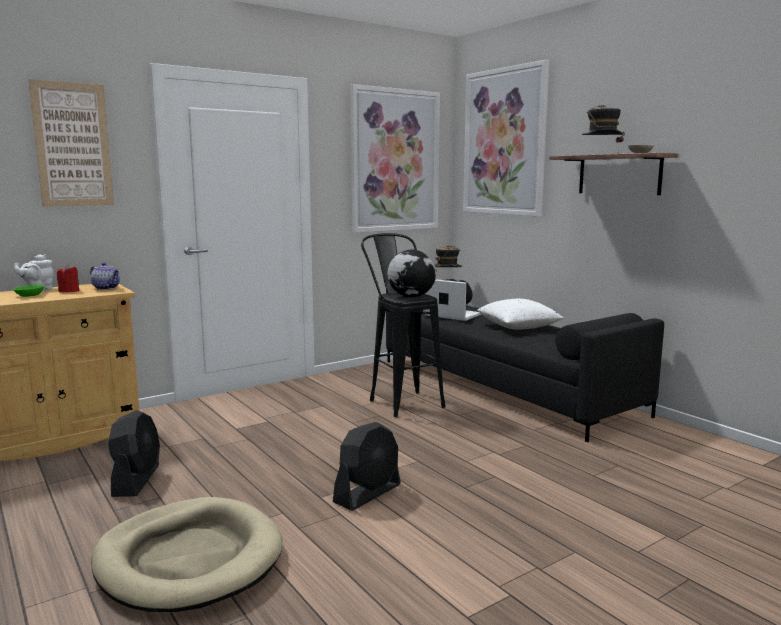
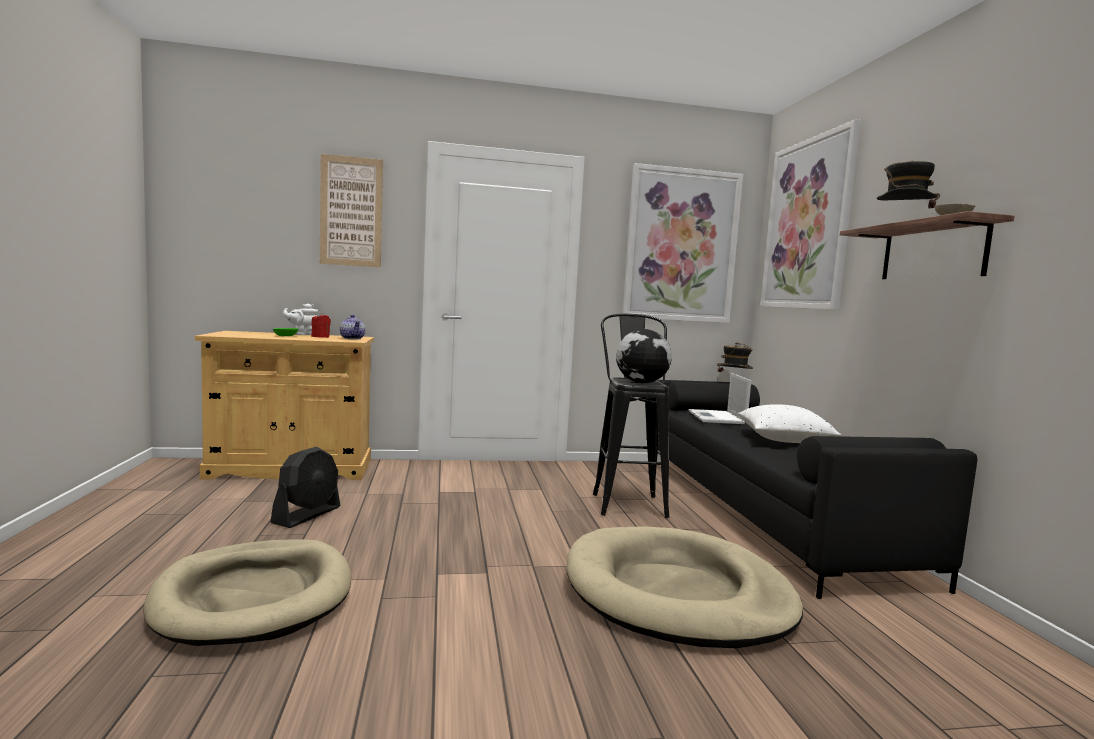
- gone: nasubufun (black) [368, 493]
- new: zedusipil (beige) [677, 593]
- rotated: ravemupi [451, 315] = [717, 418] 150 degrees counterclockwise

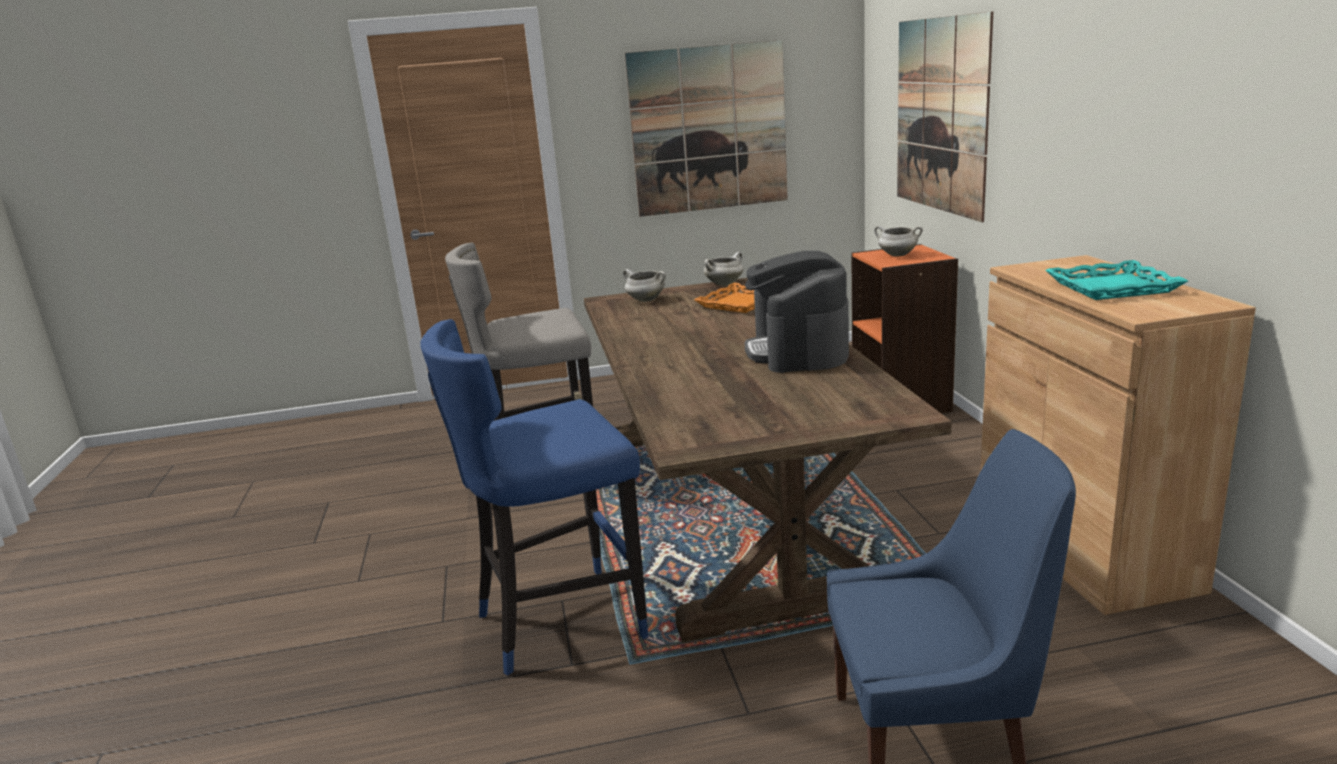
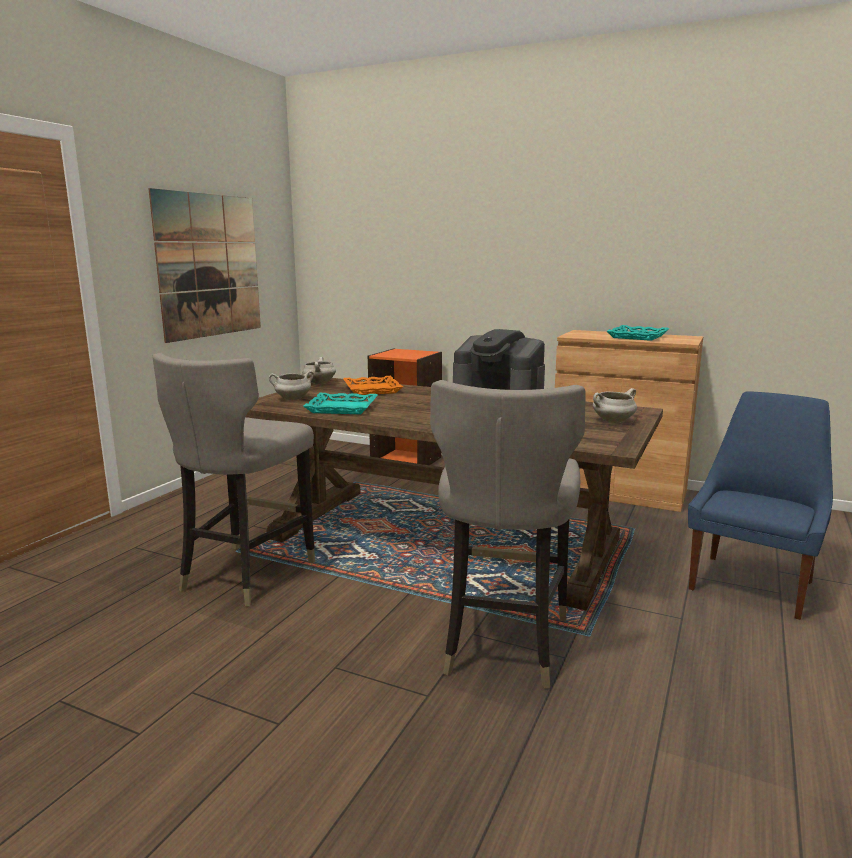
- gone: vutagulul [941, 115]
- new: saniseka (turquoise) [342, 408]
- shifted: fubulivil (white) [897, 255] to [613, 421]
- repainted: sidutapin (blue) [559, 622] to sidutapin (grey) [501, 644]

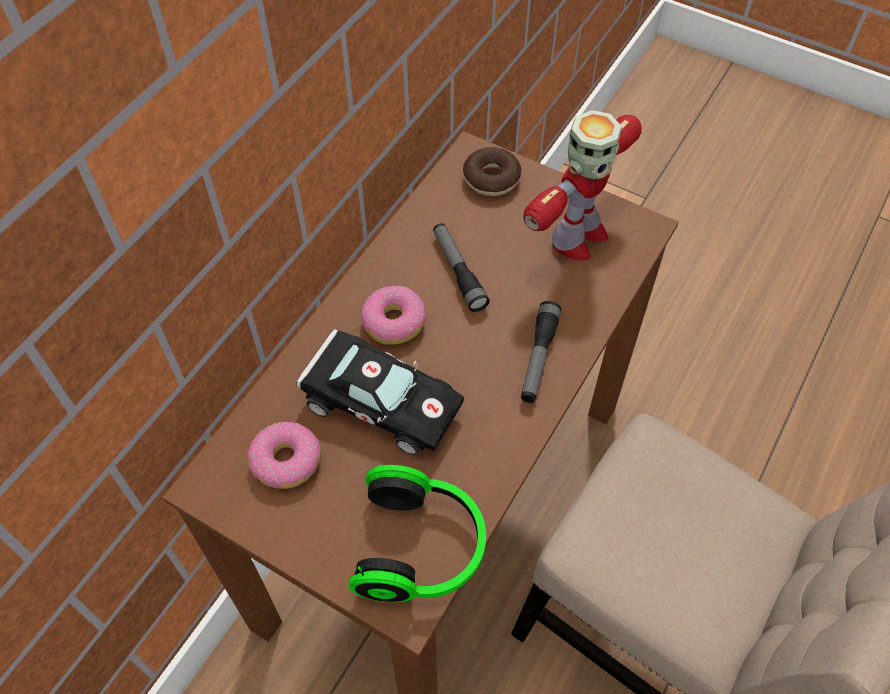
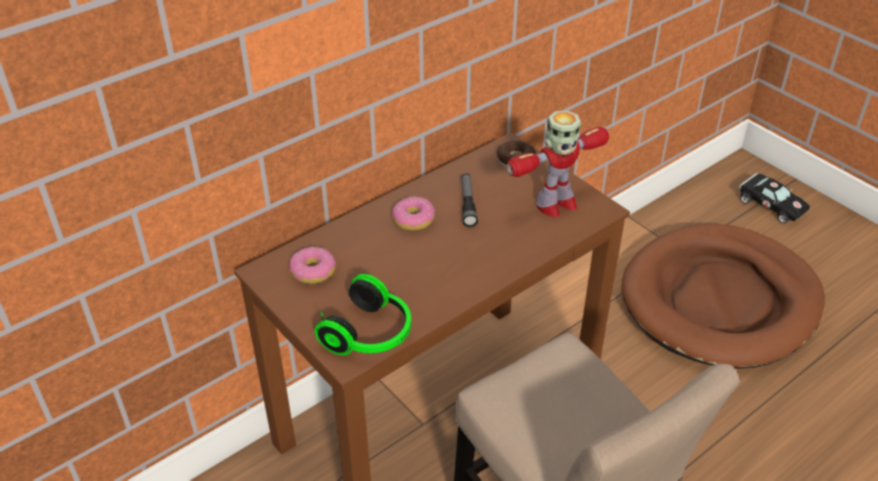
- gone: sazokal [538, 358]
- new: zedusipil (brown) [720, 301]
- shifted: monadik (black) [376, 401] to [769, 204]

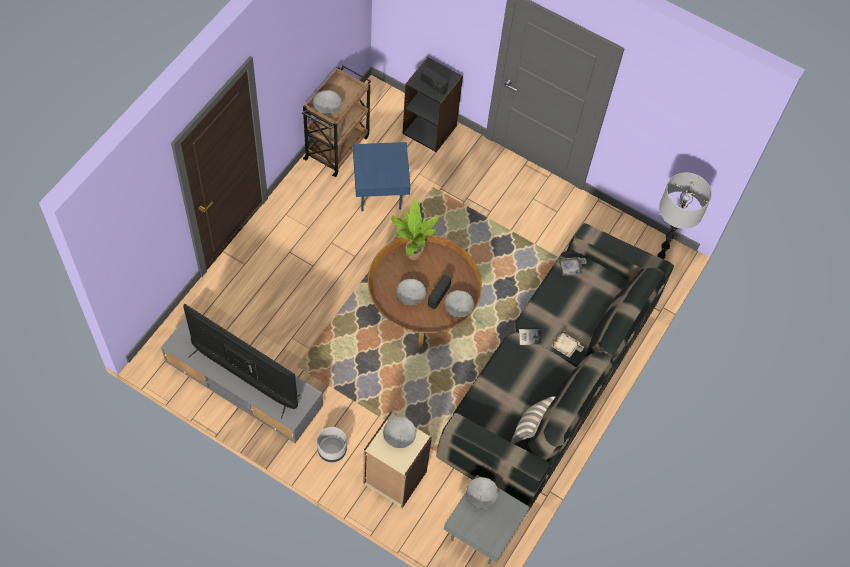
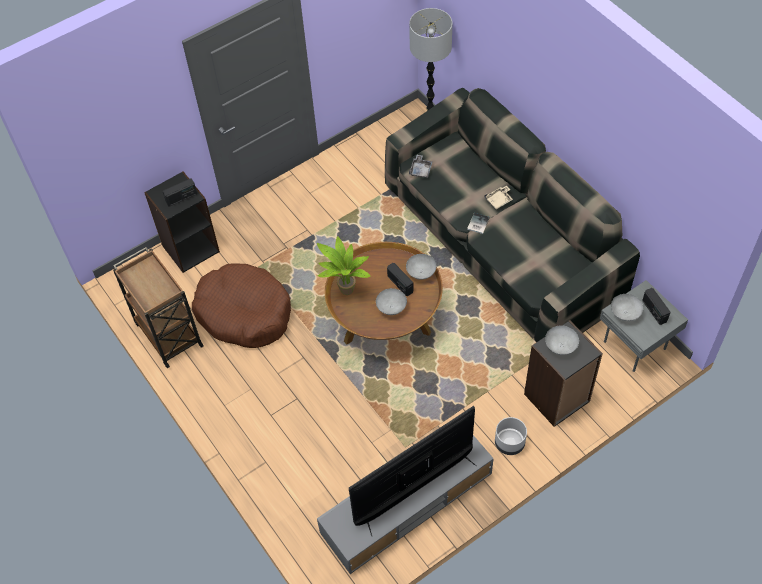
- gone: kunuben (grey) [327, 108]
- gone: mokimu [530, 429]
- new: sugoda [654, 311]
- swapped: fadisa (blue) [381, 194] to zedusipil (brown) [244, 313]
- repainted: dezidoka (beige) [394, 478] to dezidoka (black) [557, 398]

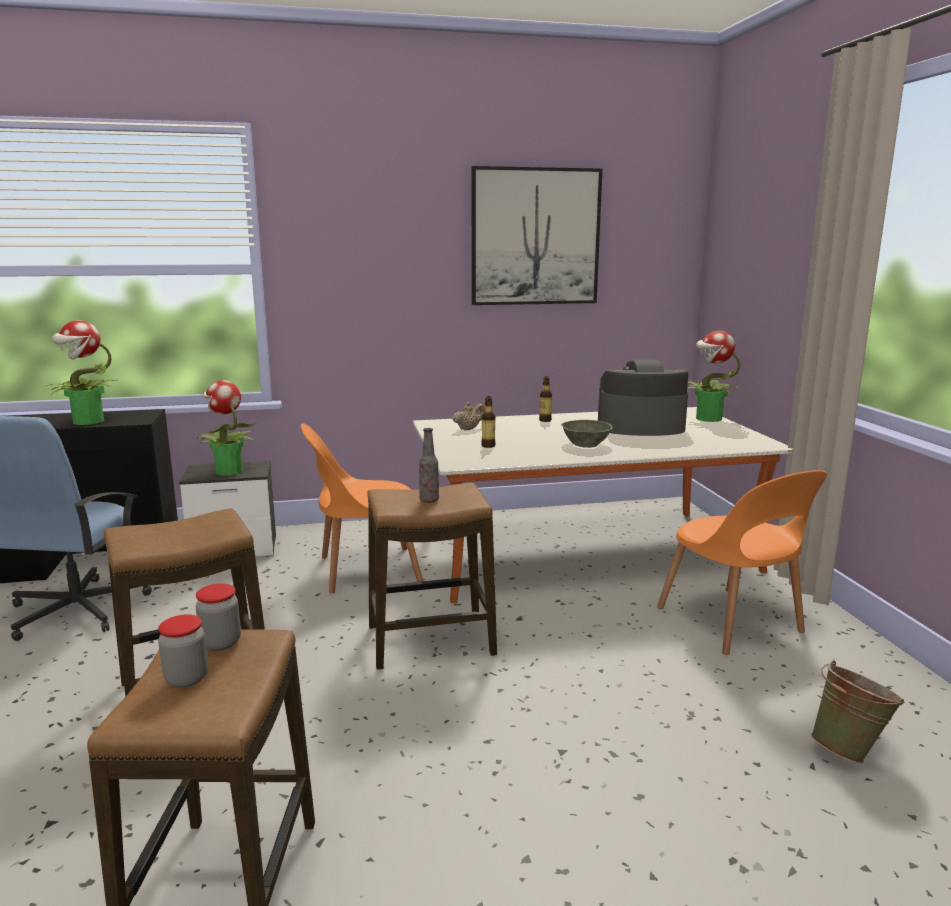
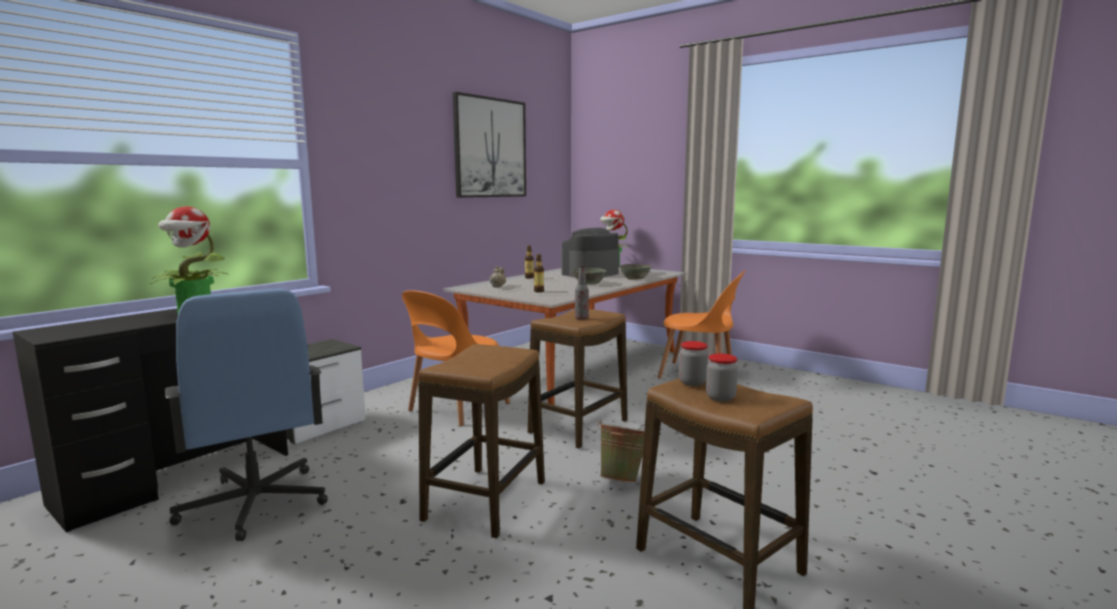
- gone: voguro [228, 471]
- new: kunuben (grey) [634, 278]
- shifted: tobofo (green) [849, 751] to [622, 479]

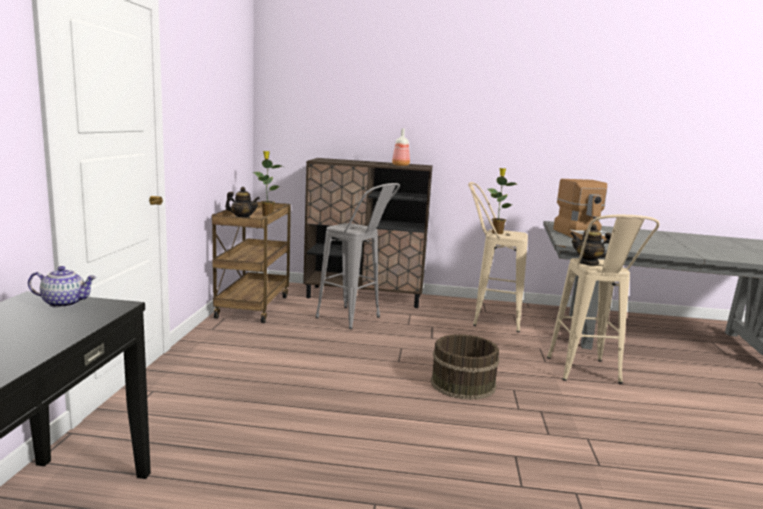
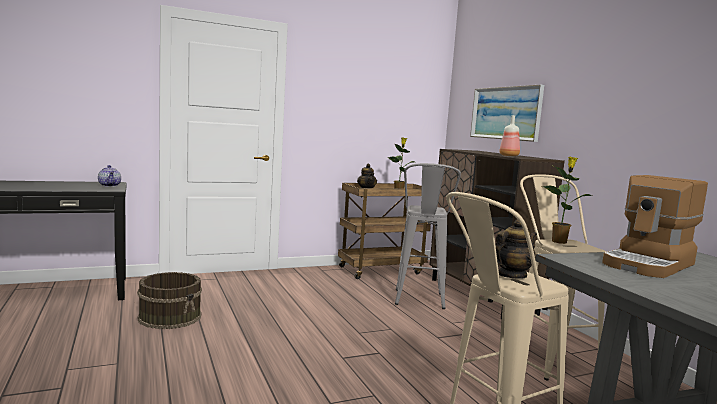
- new: vutagulul [505, 113]
- shifted: tobofo (brown) [462, 383] to [170, 317]
- rotated: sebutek [588, 263] = [511, 275] 60 degrees clockwise

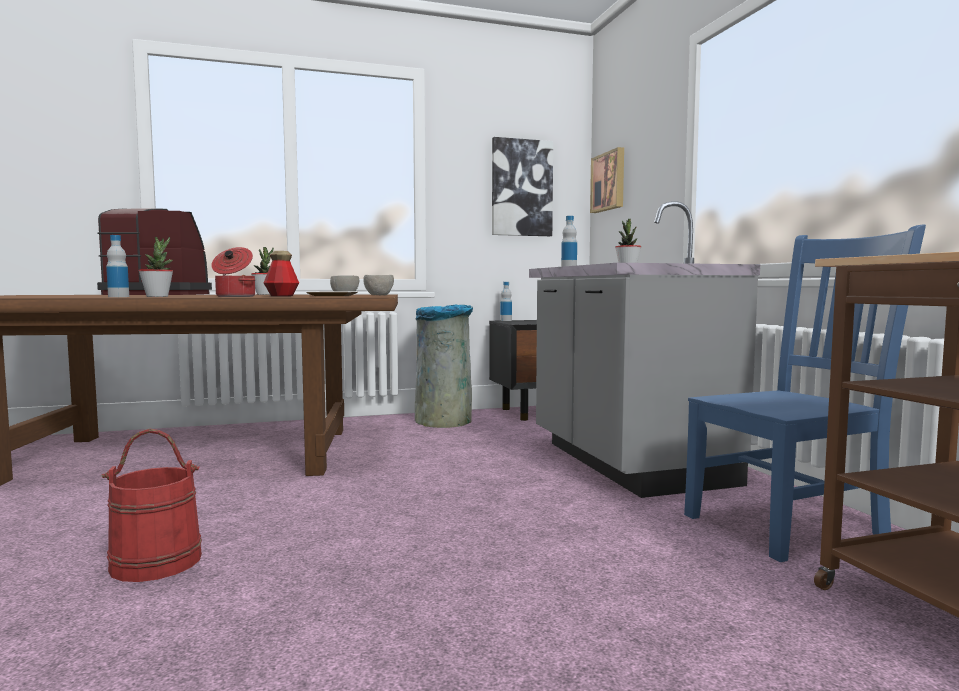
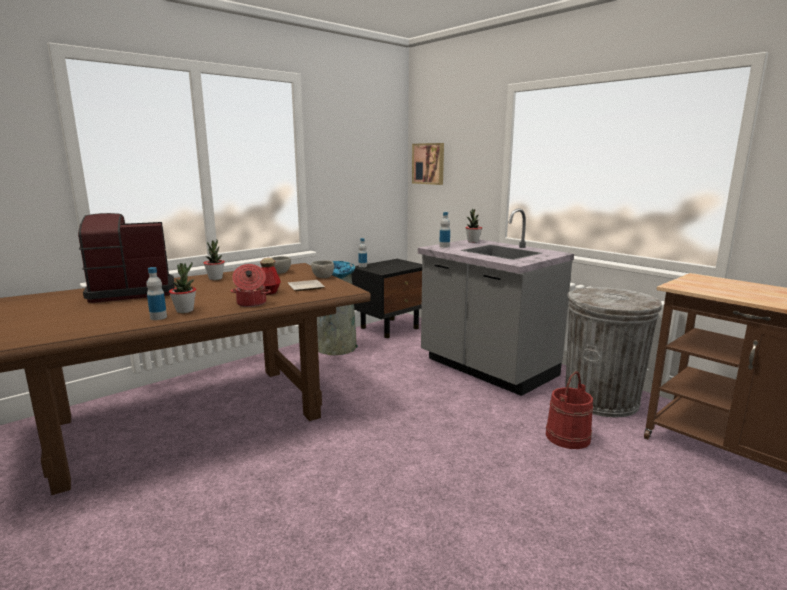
- gone: vutagulul [521, 188]
- shifted: tobofo (red) [156, 562] to [567, 436]
- swapped: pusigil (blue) [789, 524] to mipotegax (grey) [601, 400]

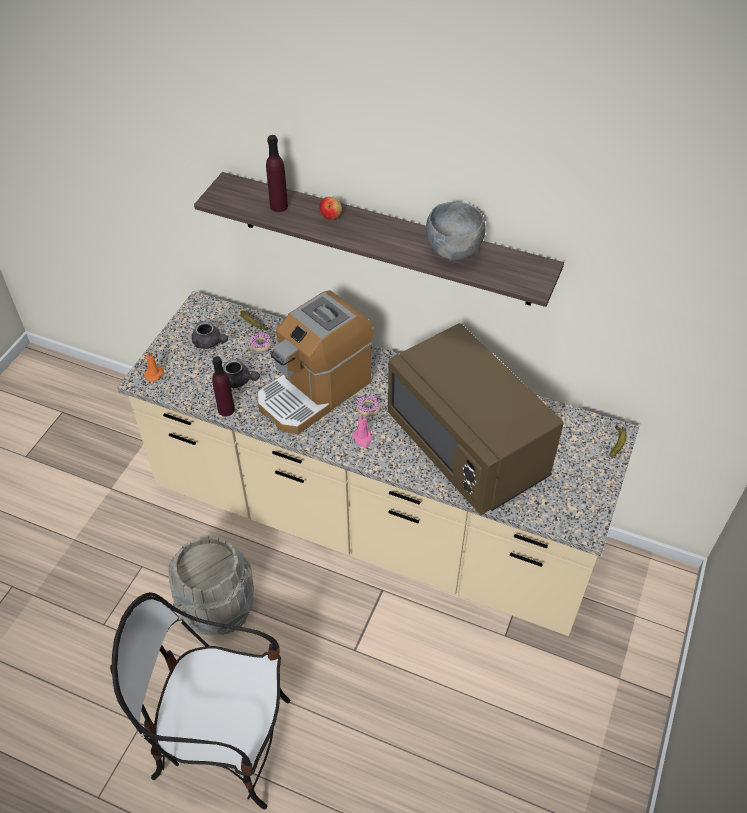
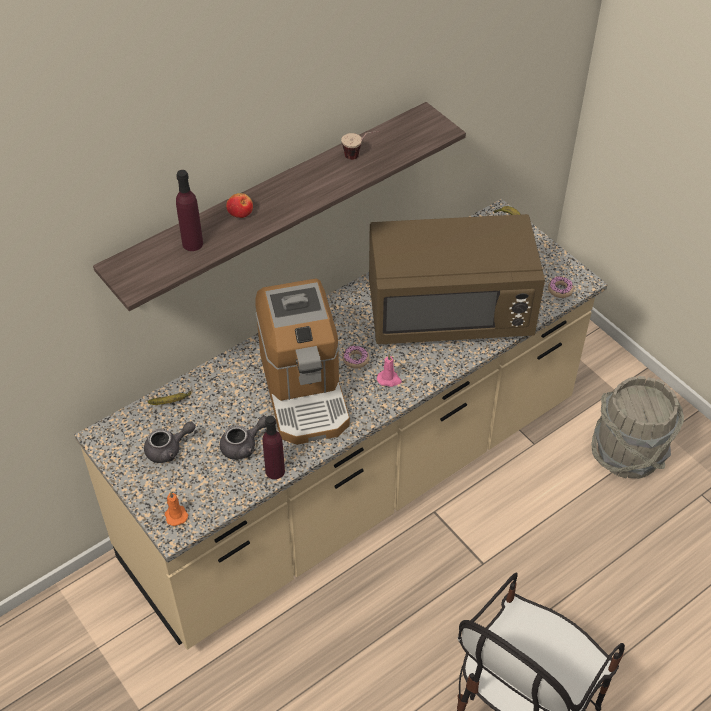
- shifted: tobofo (grey) [218, 607] to [628, 454]
- shifted: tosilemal [260, 345] to [560, 290]
- swapped: kunuben (grey) [453, 251] to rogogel [360, 156]

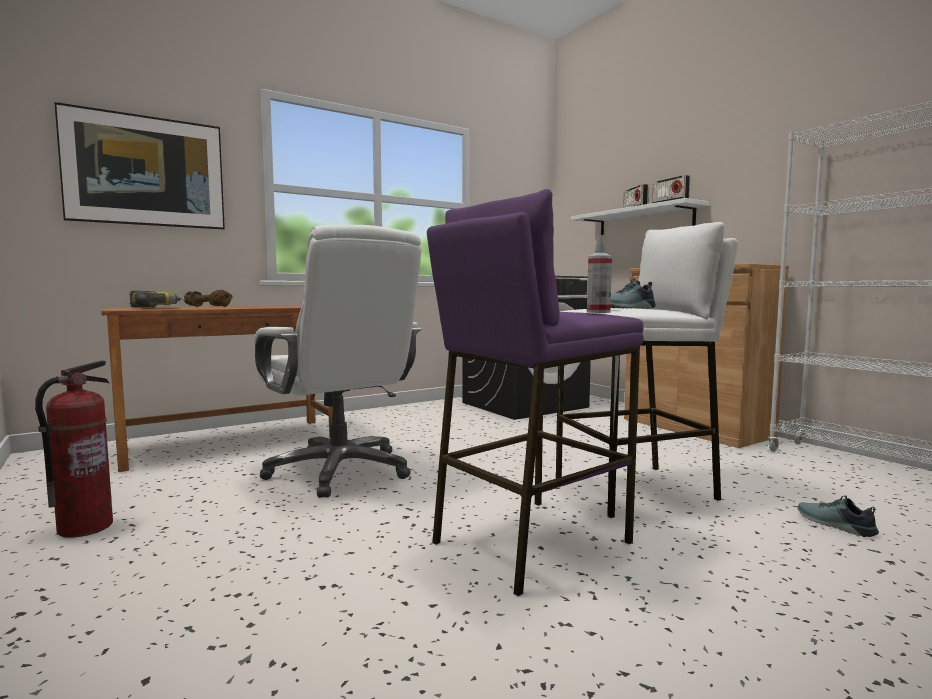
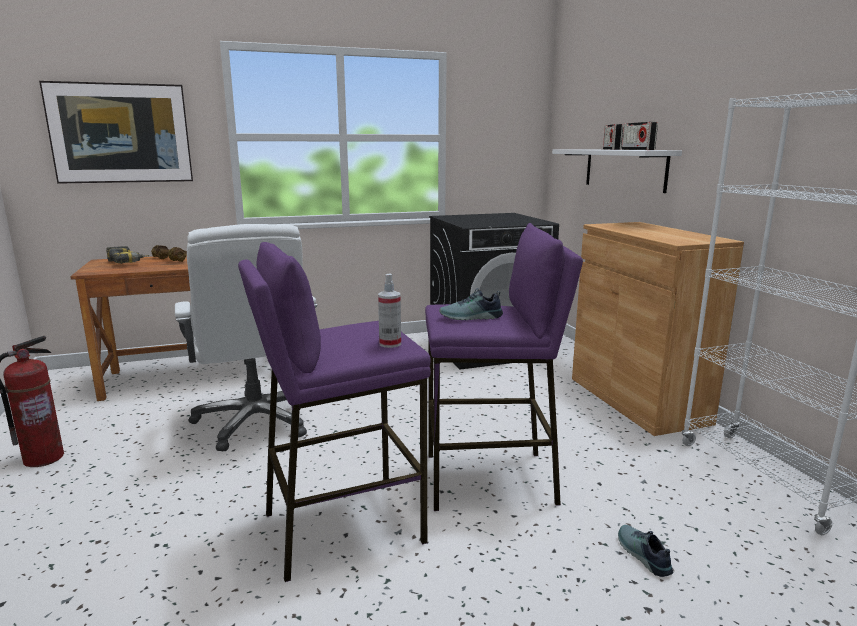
- repainted: sidutapin (white) [636, 490] to sidutapin (purple) [490, 479]

